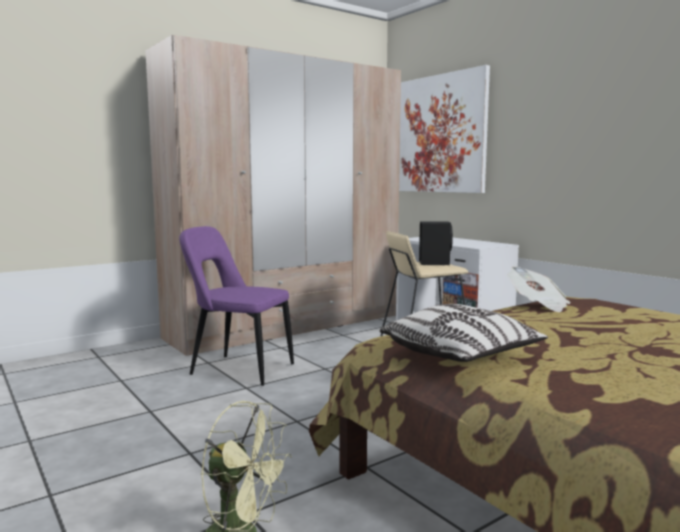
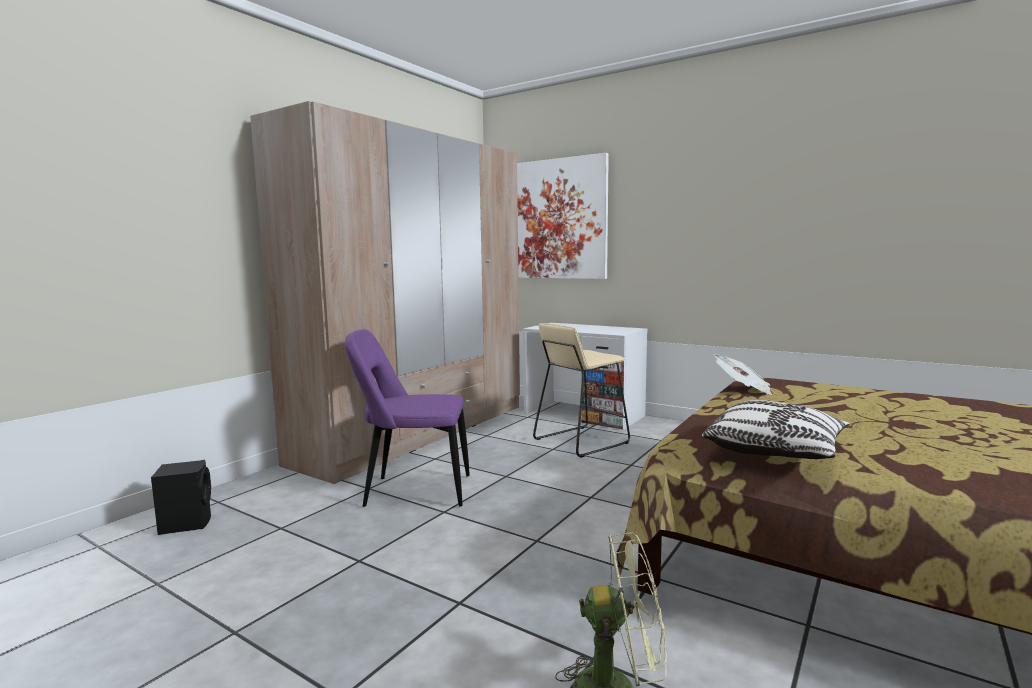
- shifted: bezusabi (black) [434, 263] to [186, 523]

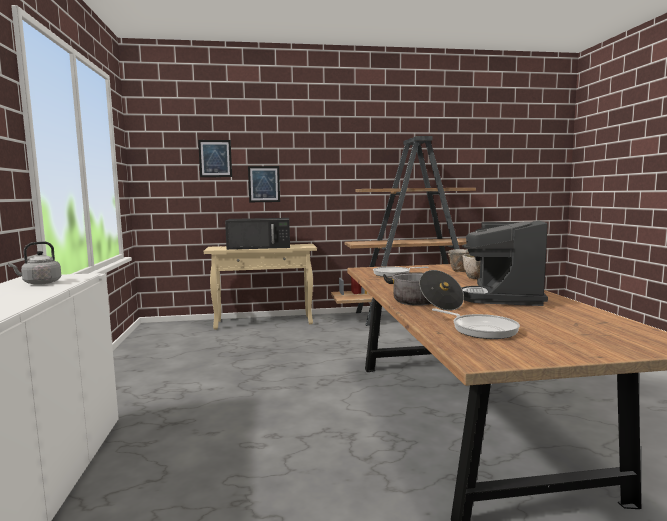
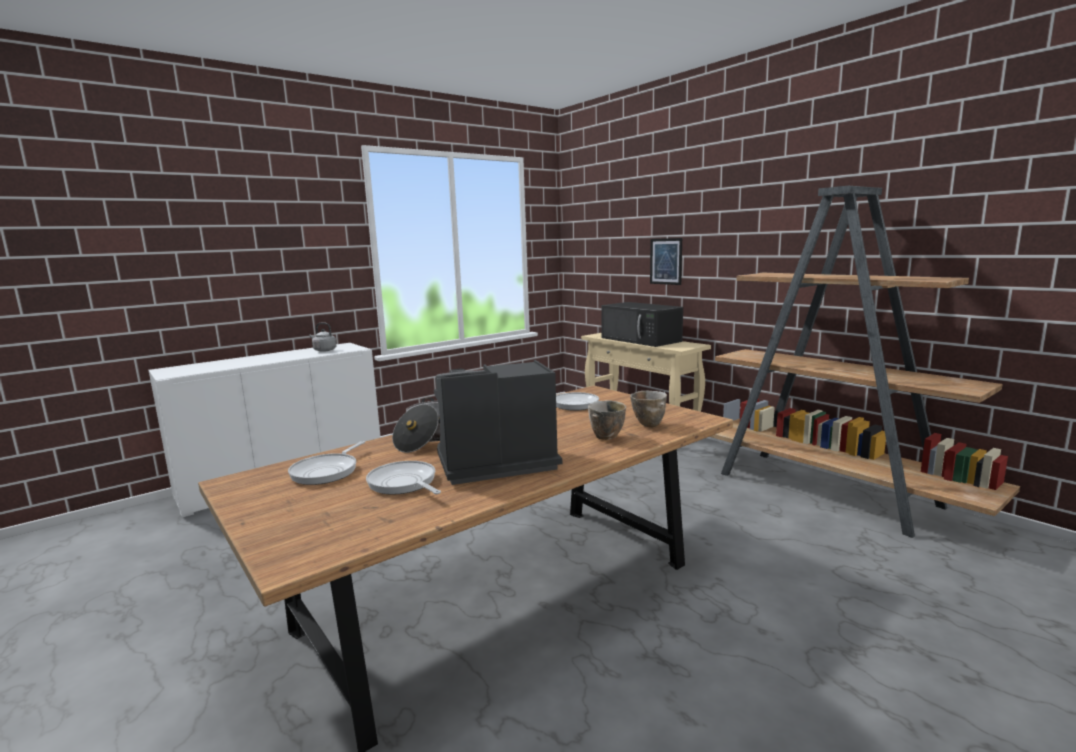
- gone: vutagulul [215, 158]
- new: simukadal [404, 483]

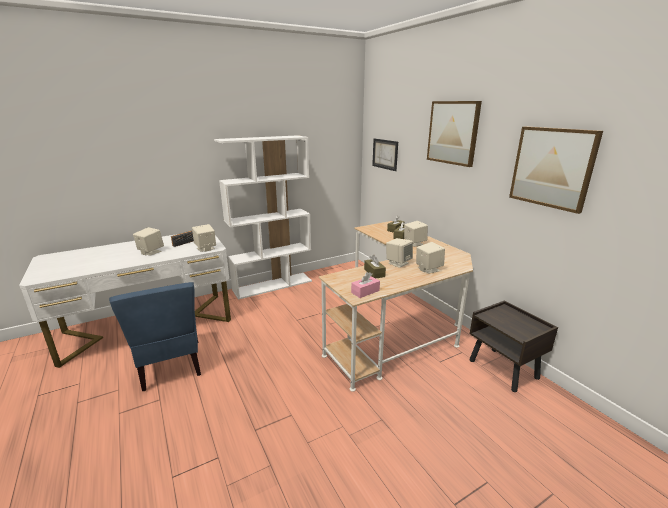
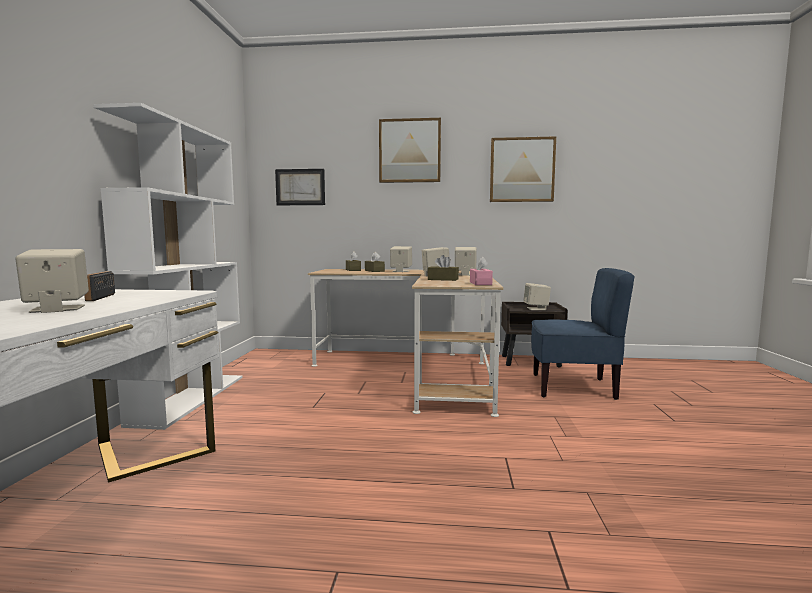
- shifted: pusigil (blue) [171, 365] to [573, 387]
- shifted: bezusabi (beige) [205, 248] to [536, 309]

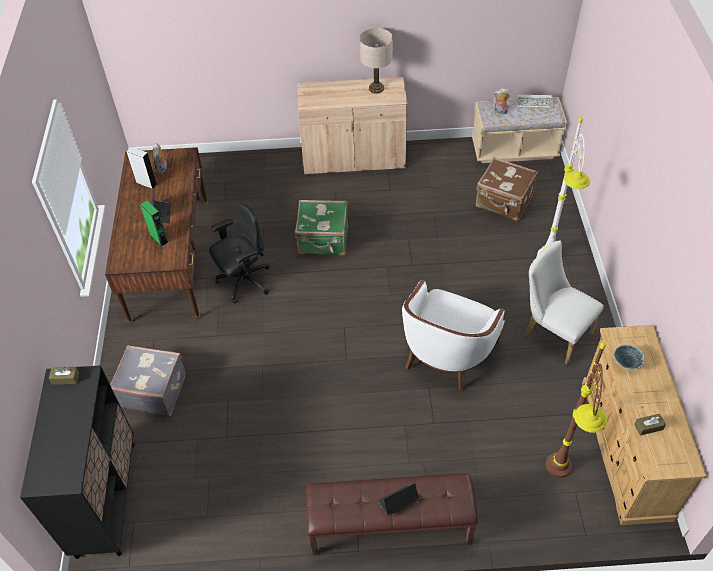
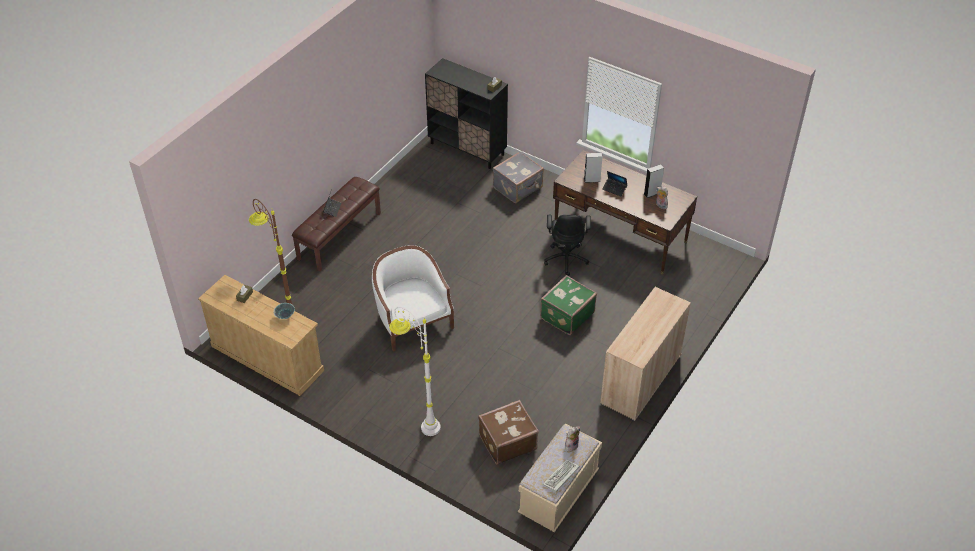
- gone: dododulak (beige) [376, 88]
- gone: pusigil (white) [553, 332]
- repainted: bezusabi (green) [159, 238] to bezusabi (grey) [592, 180]

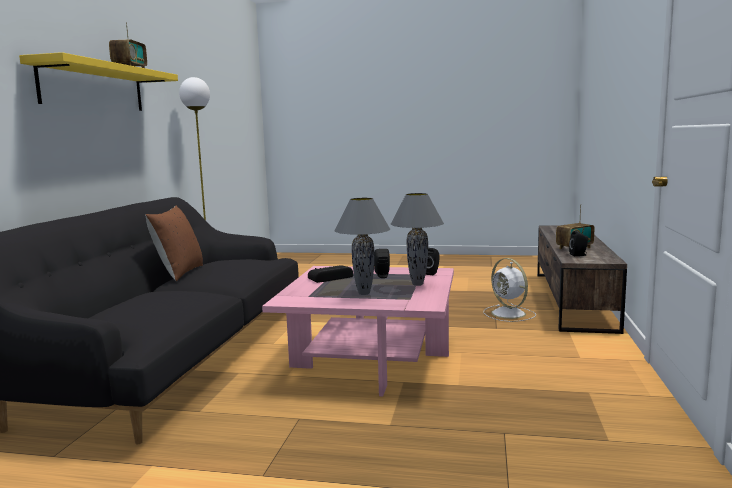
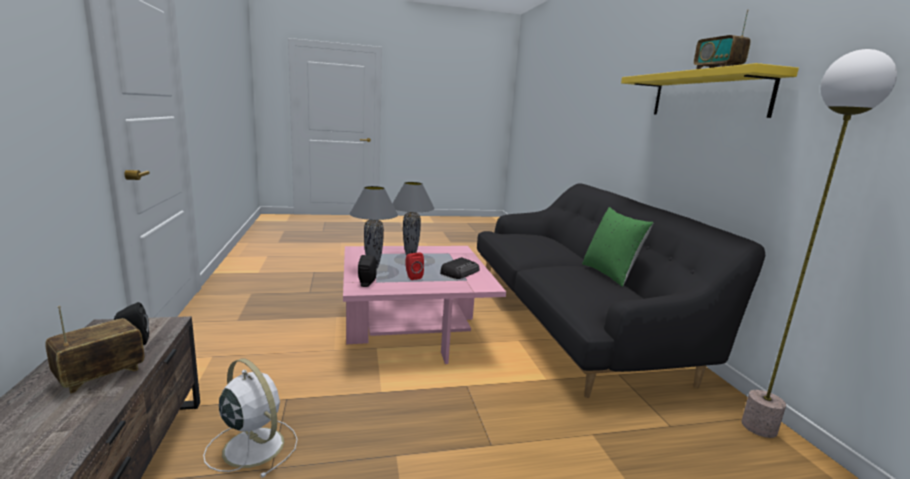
- repainted: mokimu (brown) [179, 273] to mokimu (green) [610, 274]
- repainted: bezusabi (black) [382, 276] to bezusabi (red) [412, 277]

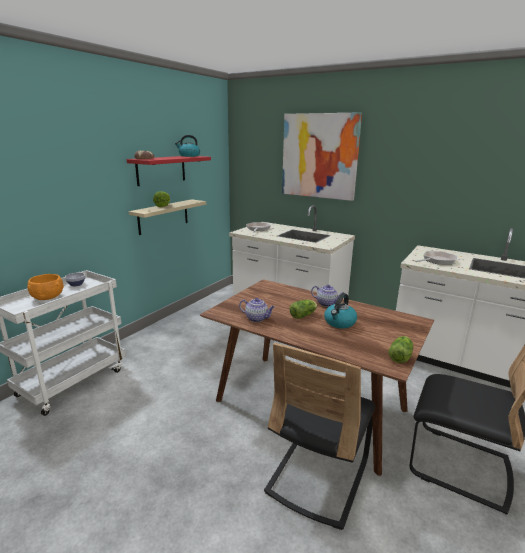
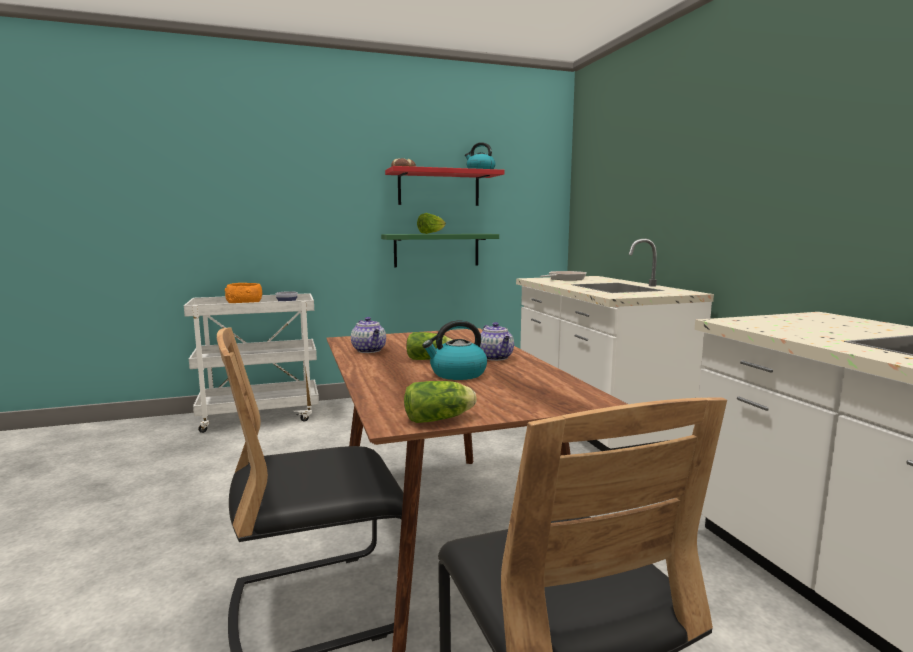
- gone: vutagulul [319, 156]
- gone: simukadal [437, 261]
- repainted: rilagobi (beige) [163, 216] to rilagobi (green) [436, 250]

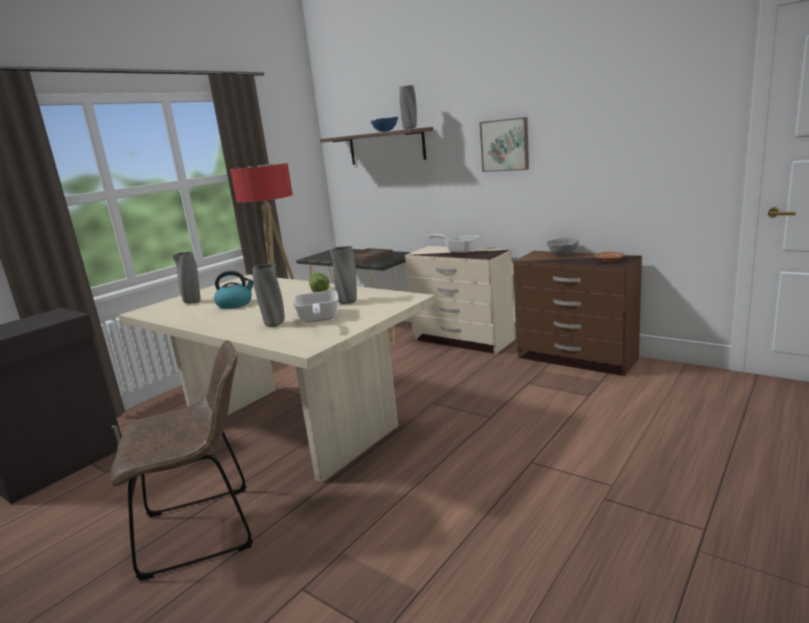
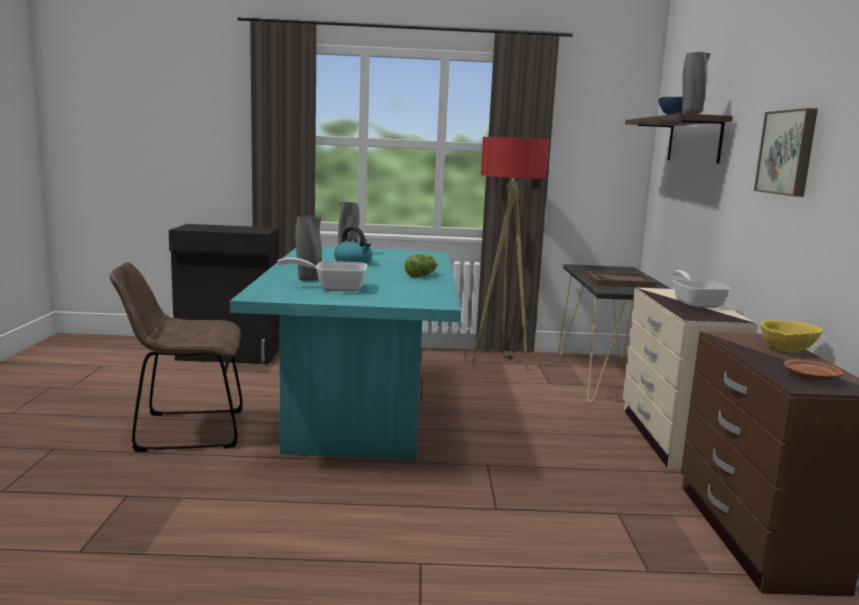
- gone: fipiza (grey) [348, 302]
- repainted: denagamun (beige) [293, 427] to denagamun (turquoise) [360, 412]
- repainted: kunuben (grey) [563, 254] to kunuben (yellow) [787, 350]
- rotated: pusigil (brown) [206, 528] = [183, 431] 135 degrees clockwise
- rotated: simukadal [318, 319] = [333, 288] 45 degrees clockwise

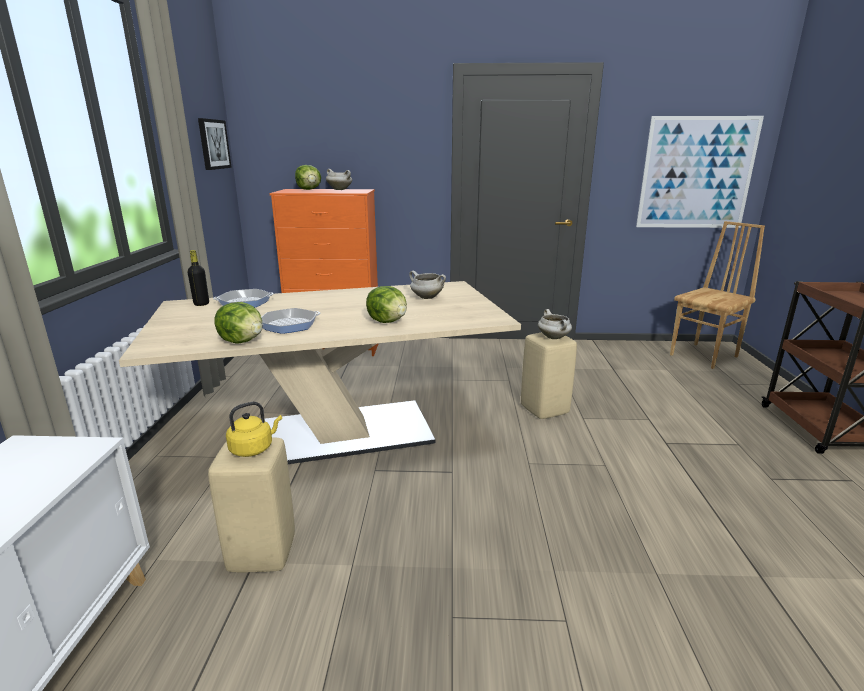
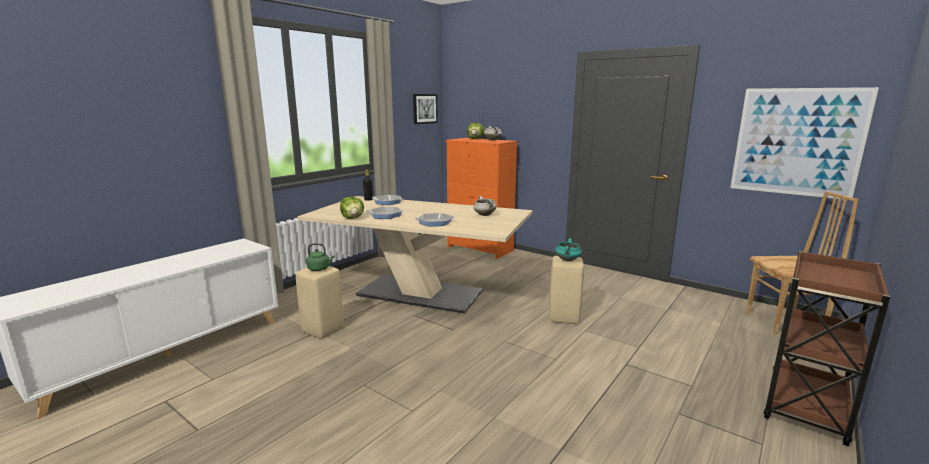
- swapped: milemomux [388, 321] to simukadal [435, 222]
- repainted: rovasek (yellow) [254, 448] to rovasek (green) [320, 269]
- repainted: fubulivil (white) [554, 337] to fubulivil (turquoise) [568, 260]

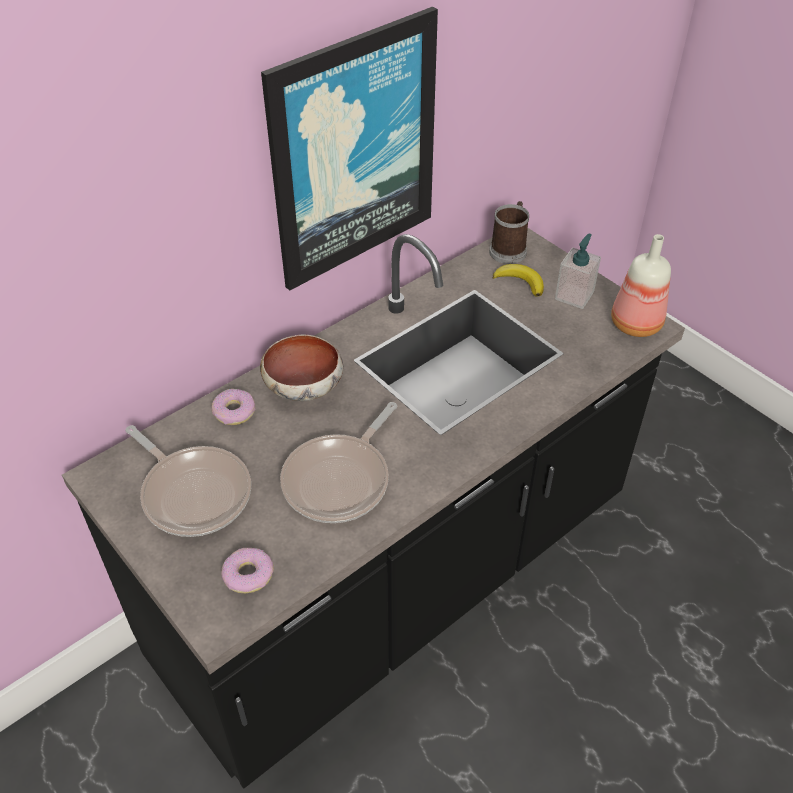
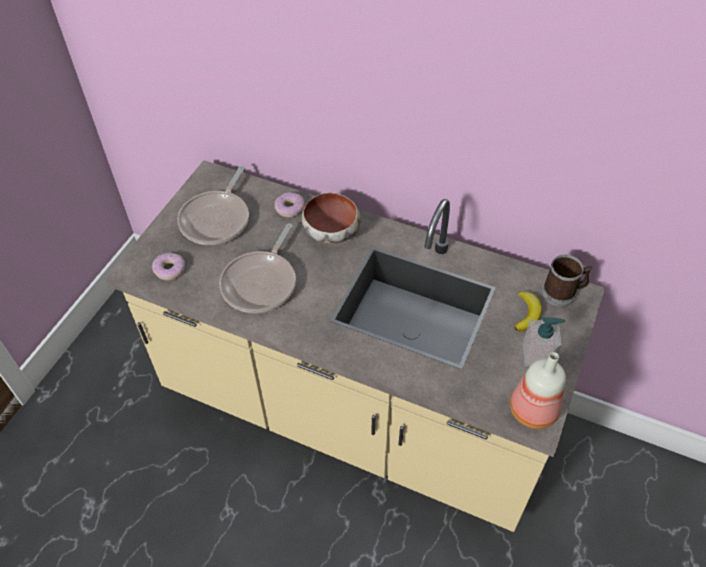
- gone: vutagulul [353, 151]
- repainted: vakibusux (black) [396, 580] to vakibusux (beige) [354, 410]
- rotated: simukadal [340, 480] = [261, 283] 75 degrees counterclockwise

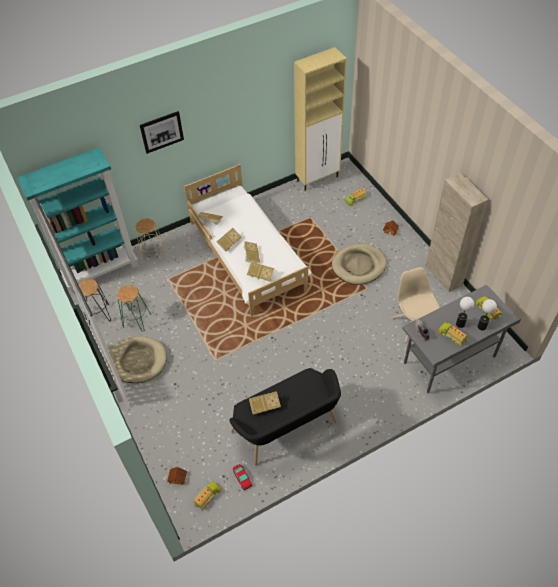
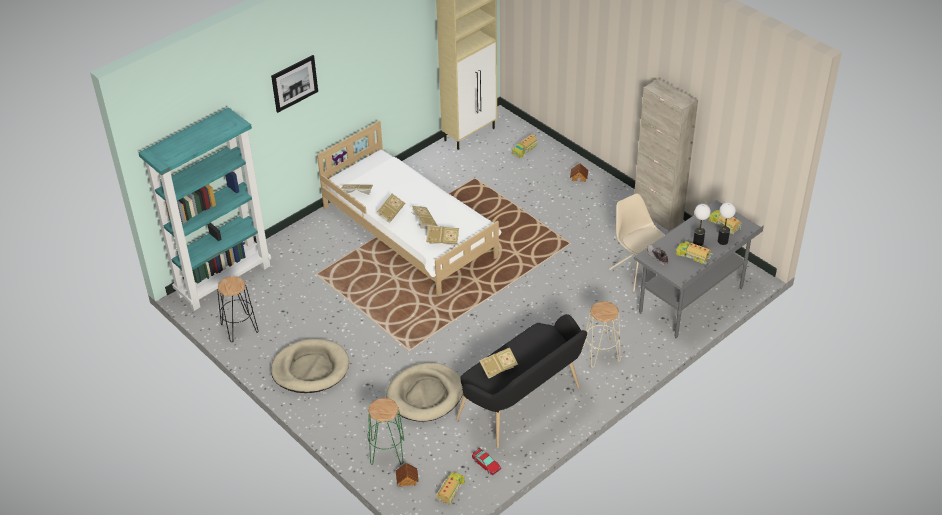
- shifted: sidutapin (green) [136, 320] to [387, 452]
- shifted: sidutapin (beige) [153, 254] to [601, 354]
- shifted: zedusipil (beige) [358, 266] to [425, 395]

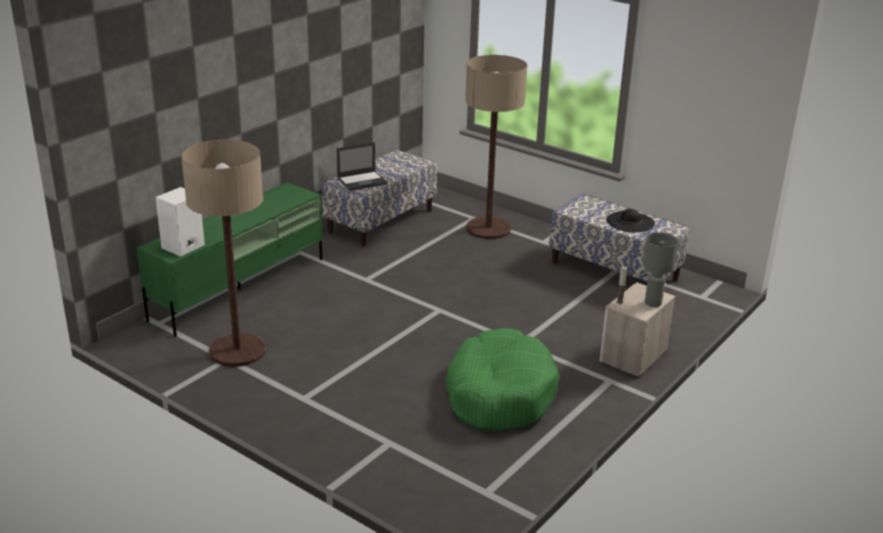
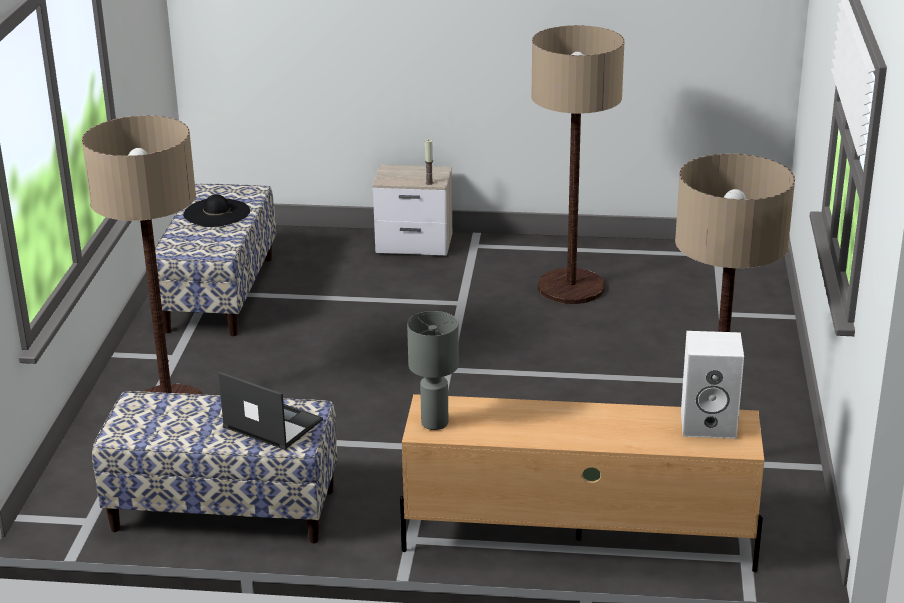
- shifted: dododulak (grey) [652, 303] to [435, 423]
- swapped: zedusipil (green) [499, 394] to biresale [571, 287]
- repainted: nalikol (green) [240, 288] to nalikol (beige) [576, 538]

